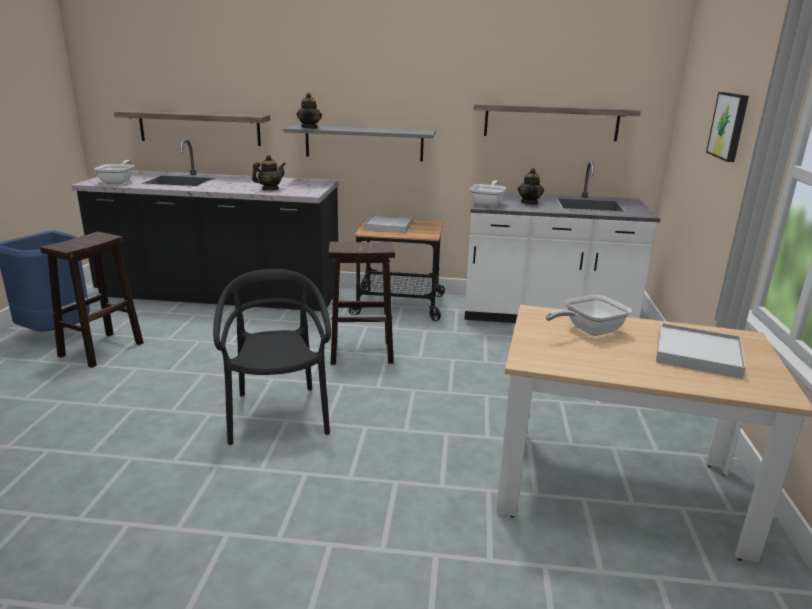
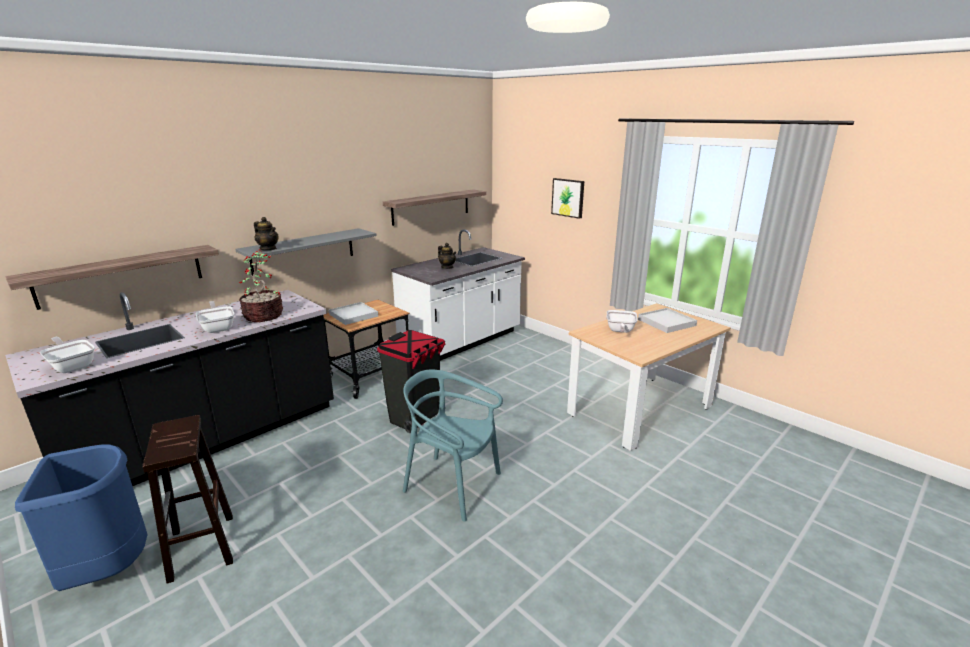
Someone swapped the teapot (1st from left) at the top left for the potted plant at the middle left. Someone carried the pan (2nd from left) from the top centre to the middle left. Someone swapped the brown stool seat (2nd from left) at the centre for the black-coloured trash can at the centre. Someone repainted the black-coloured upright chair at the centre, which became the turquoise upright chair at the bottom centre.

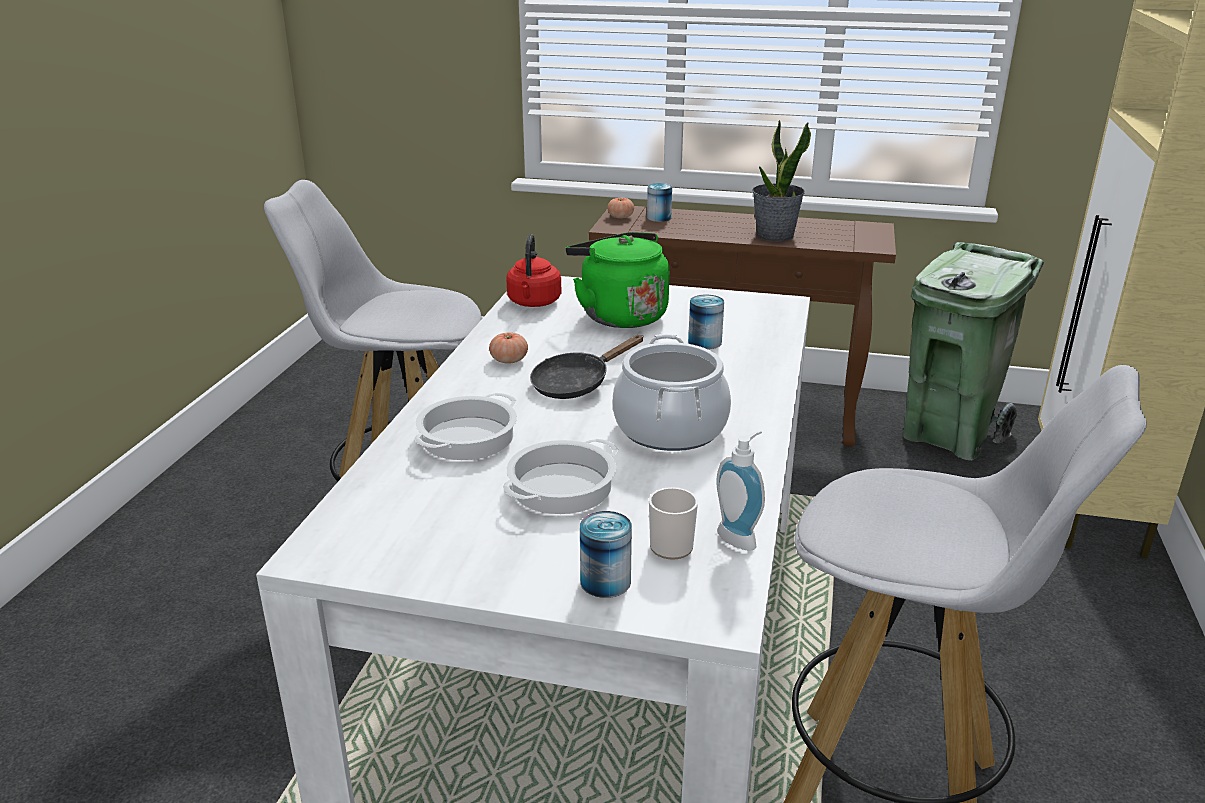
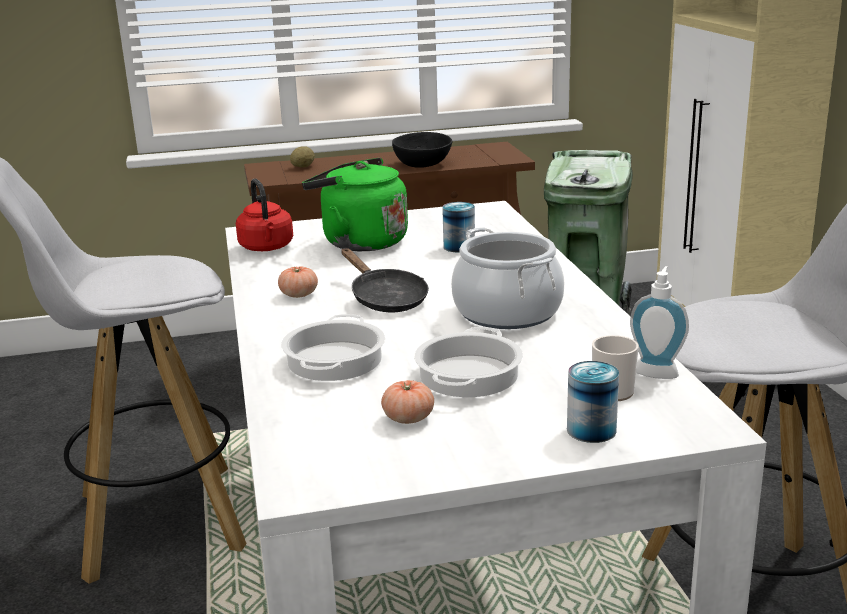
Someone swapped the potted plant at the top centre for the black-coloured bowl at the top centre. Someone swapped the metal can (2nd from left) at the top centre for the potato at the top centre. Someone carried the tomato (2nd from left) from the top centre to the centre. Someone rotated the black-coloured pan at the centre by 60 degrees counterclockwise.

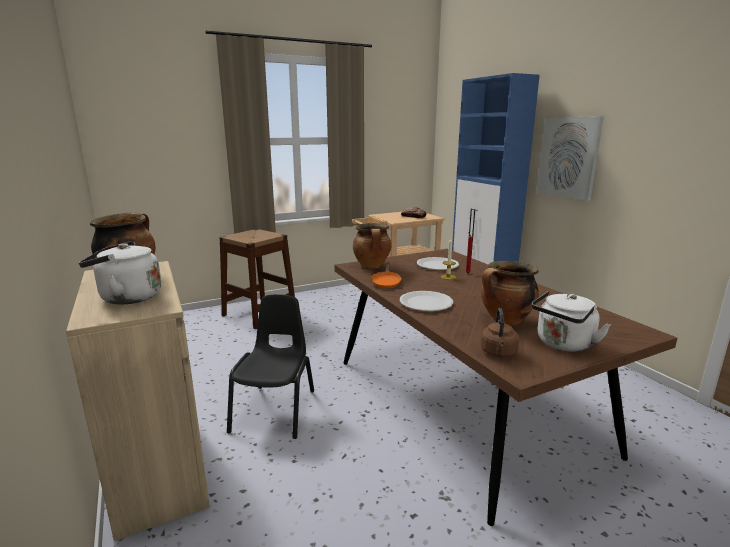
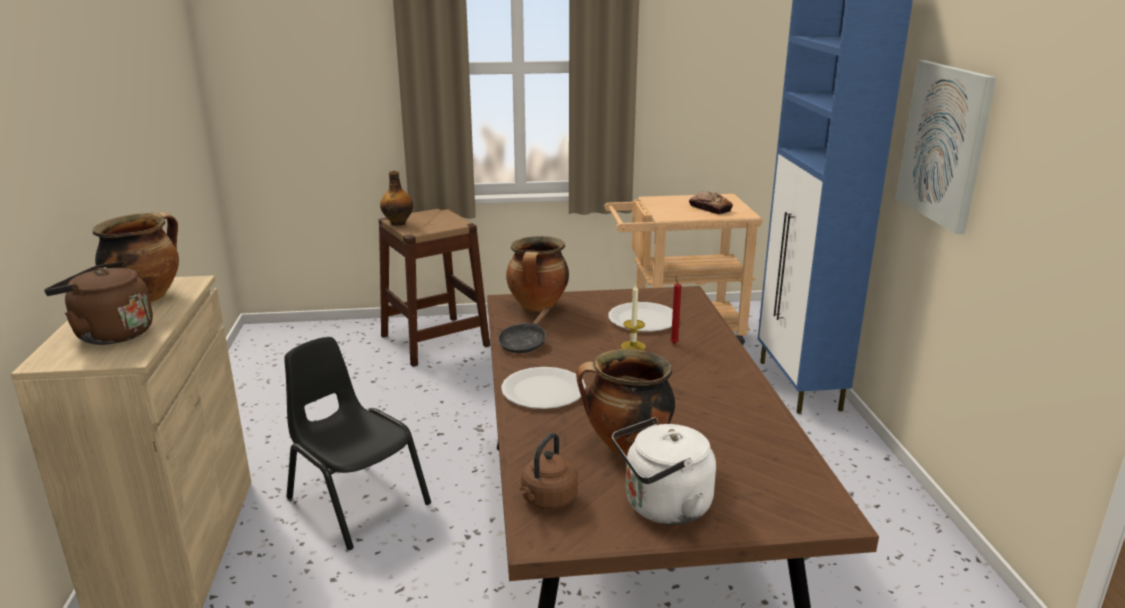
Someone repainted the whitish water kettle (1st from left) at the middle left, which became the brown water kettle (1st from left) at the middle left. Someone repainted the orange pan at the centre, which became the black-coloured pan at the centre. Someone rotated the black-coloured upright chair at the bottom centre by 75 degrees counterclockwise. Someone put down the bottle at the top centre.

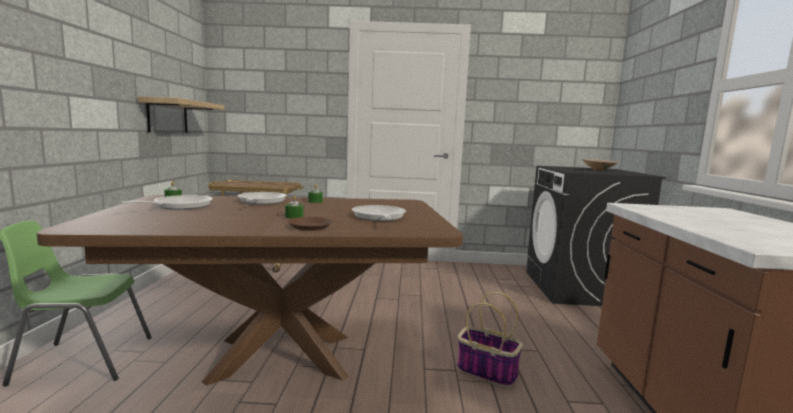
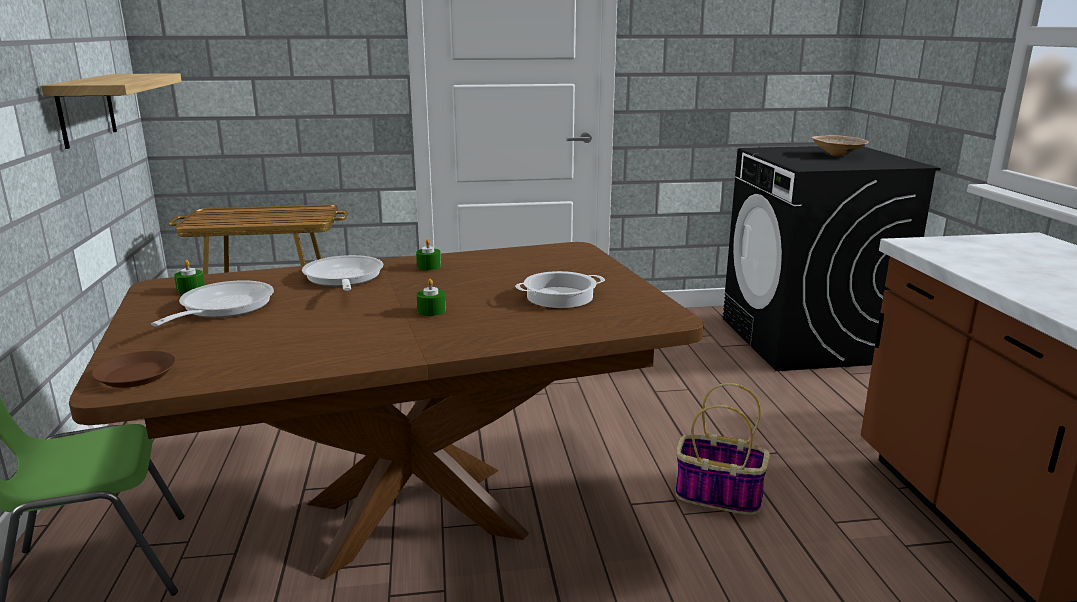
Someone swapped the pan (3rd from left) at the centre for the saucepot at the centre. Someone carried the brown dinner plate from the centre to the middle left.

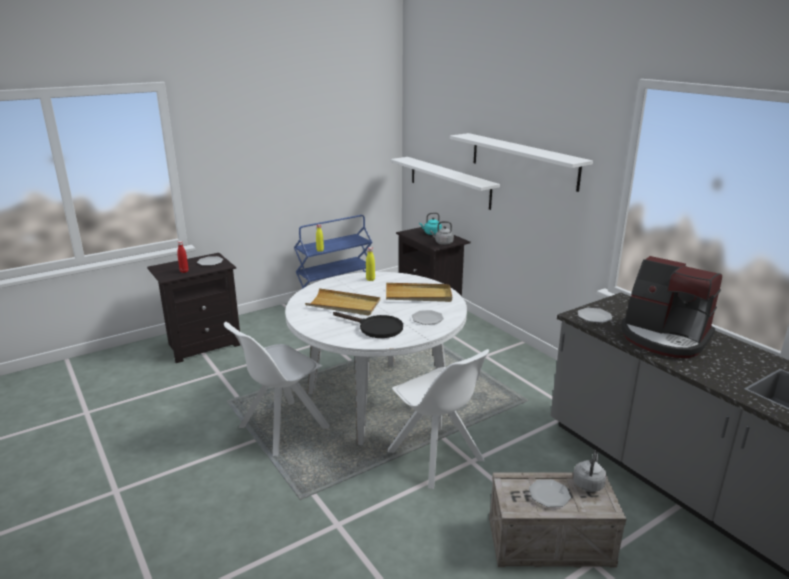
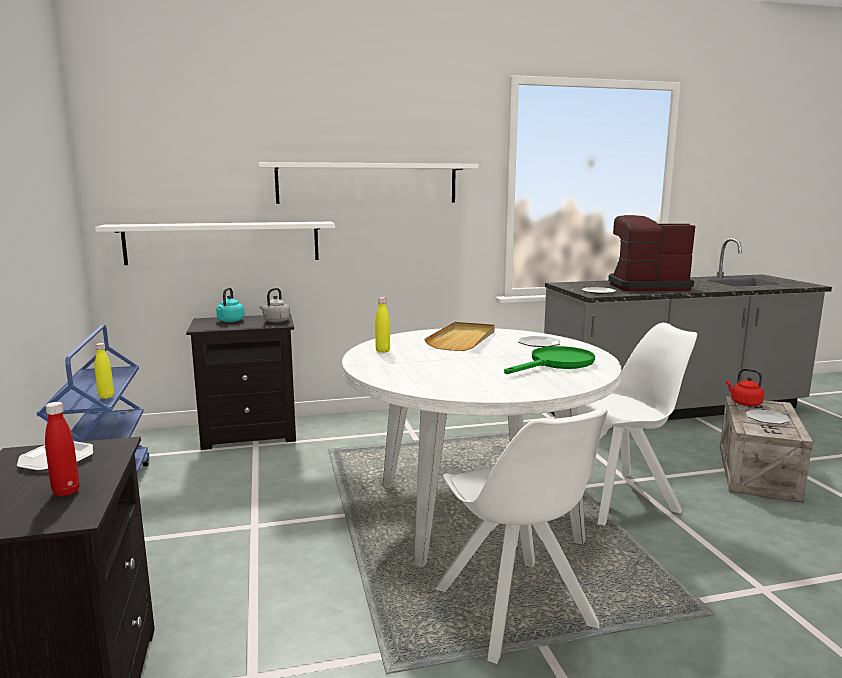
Someone rotated the coffee maker at the middle right by 150 degrees counterclockwise. Someone took away the beige serving tray (1st from left) at the centre. Someone repainted the black-coloured pan at the centre, which became the green pan at the centre. Someone repainted the greyish water kettle (2nd from left) at the bottom right, which became the red water kettle at the middle right.

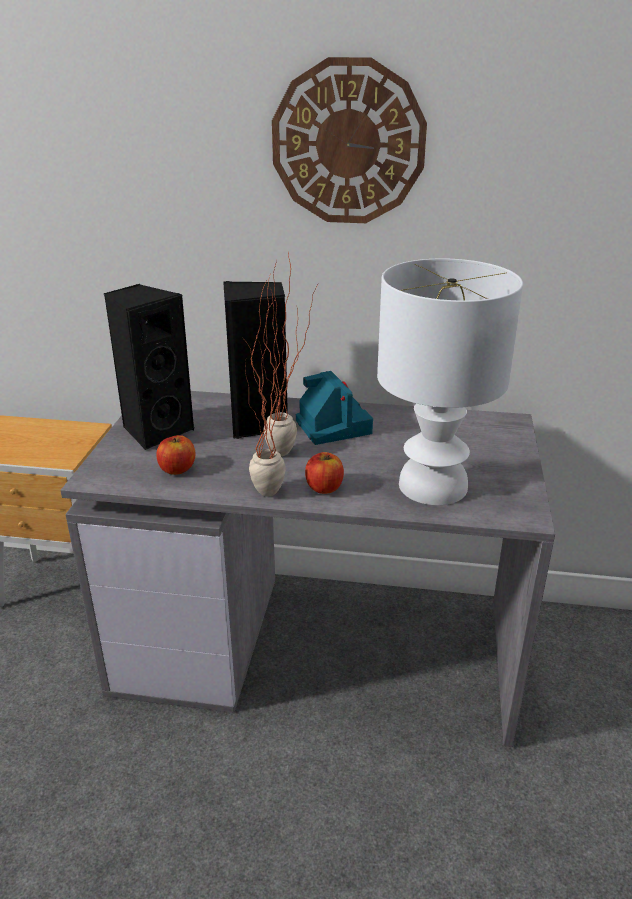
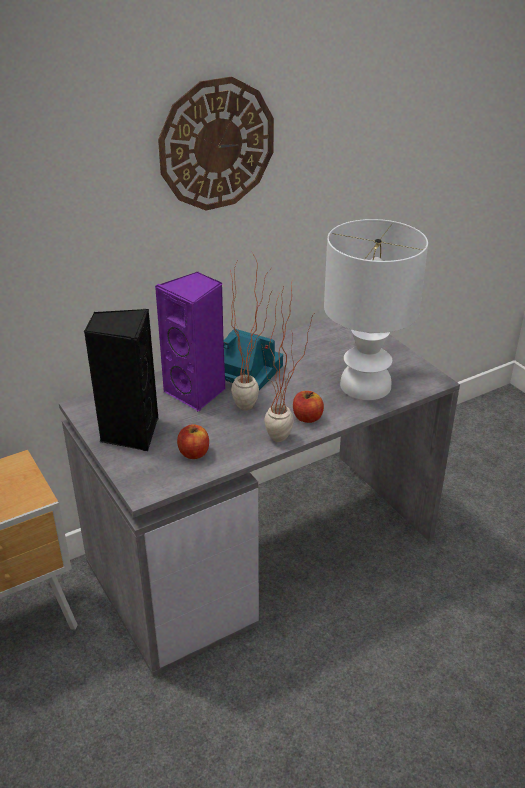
Someone repainted the black-coloured audio speaker (2nd from left) at the centre, which became the purplish audio speaker at the centre.

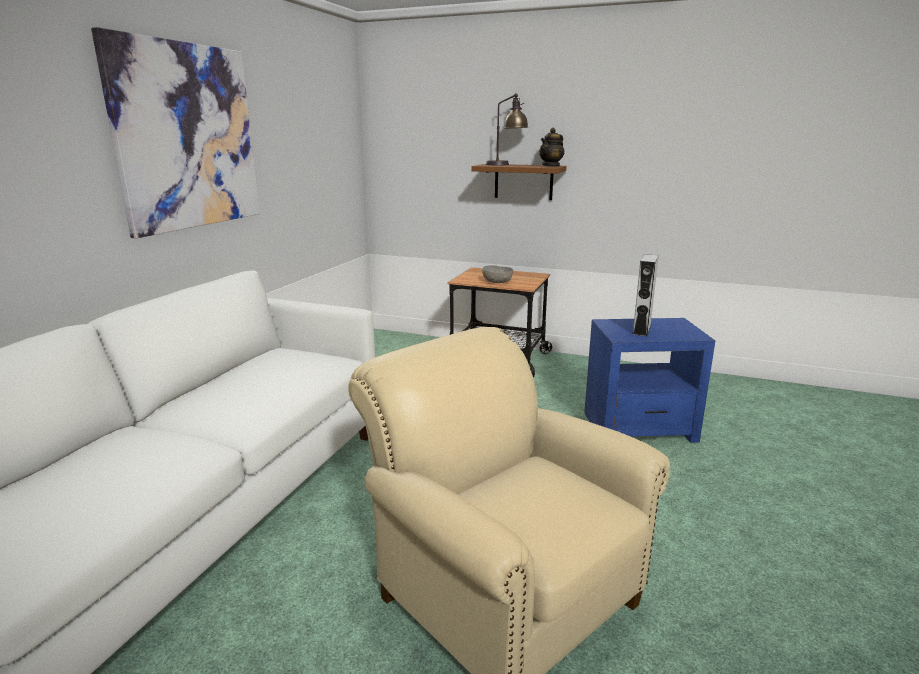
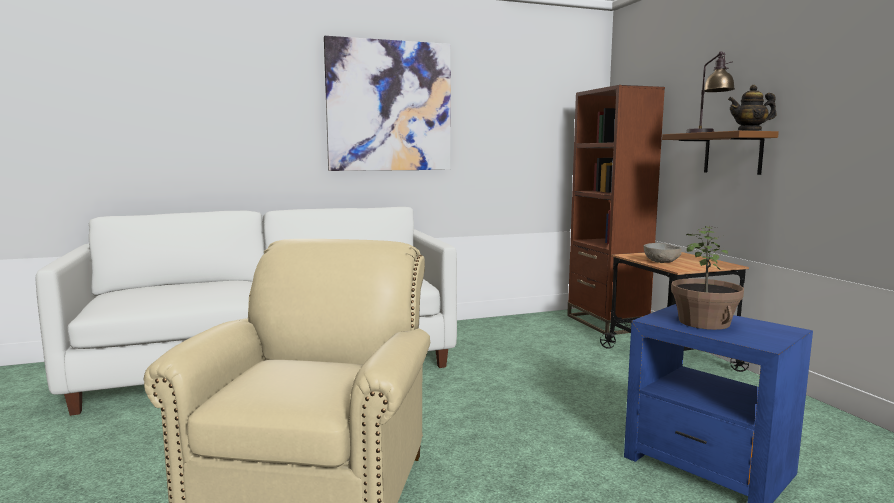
Someone swapped the greyish audio speaker at the middle right for the potted plant at the middle right. Someone put down the brown bookcase at the middle right.

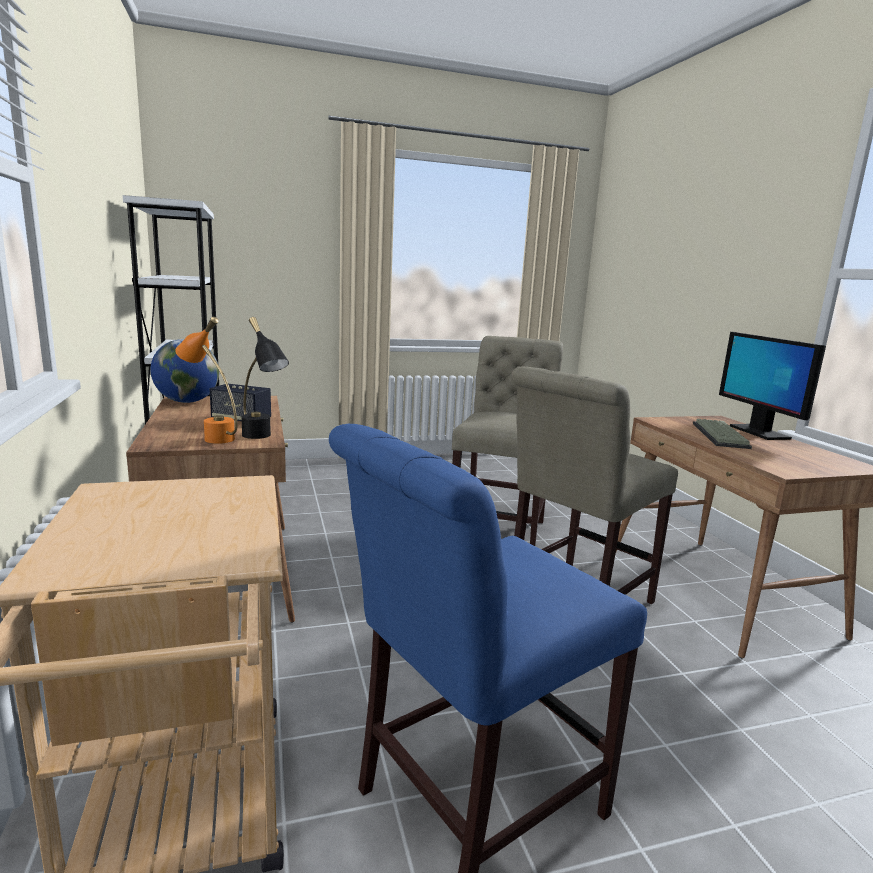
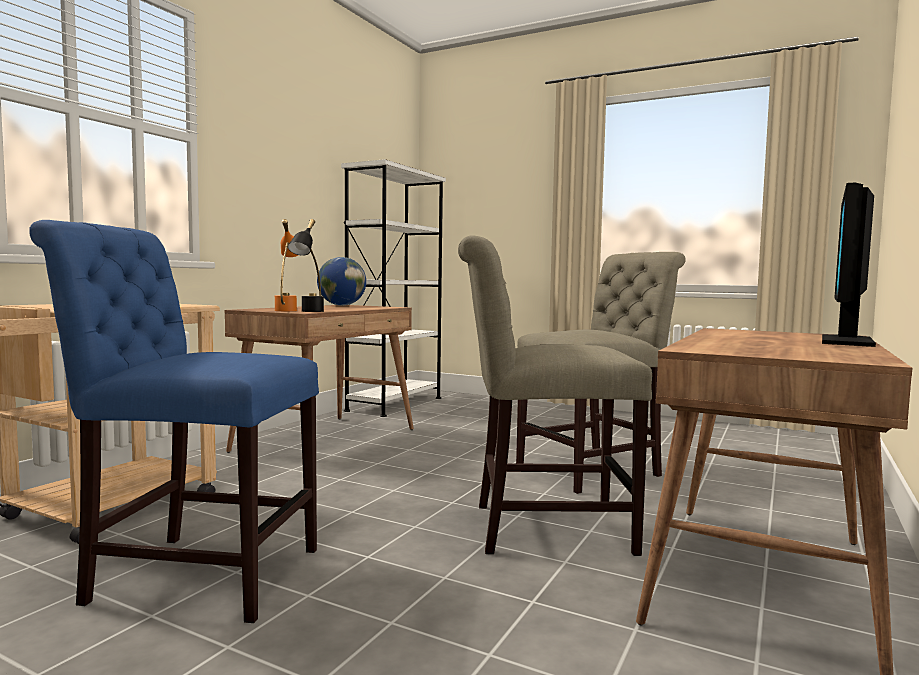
Someone took away the audio speaker at the middle left. Someone took away the computer keyboard at the middle right.

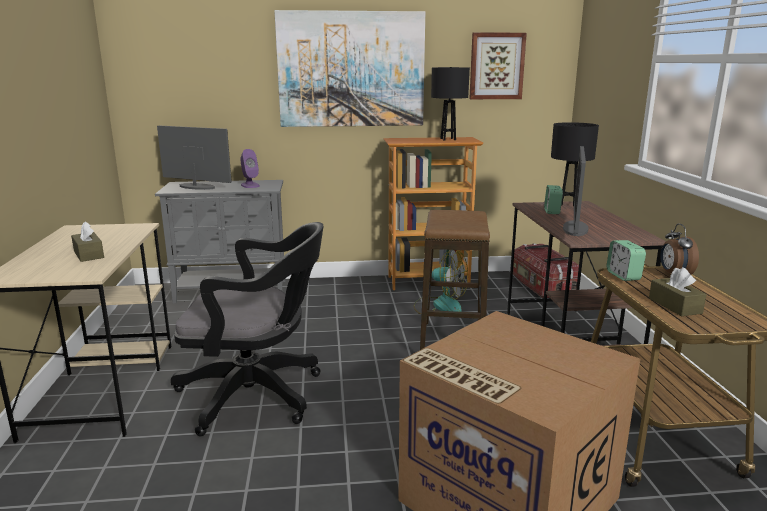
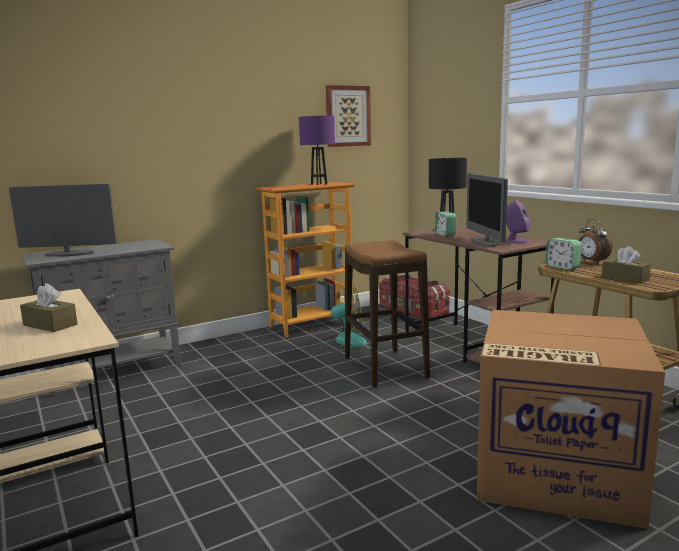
Someone took away the picture (1st from left) at the top centre. Someone repainted the black-coloured table lamp (1st from left) at the top centre, which became the purplish table lamp at the top centre. Someone carried the purplish audio speaker from the top left to the middle right. Someone took away the black-coloured desk chair at the middle left.

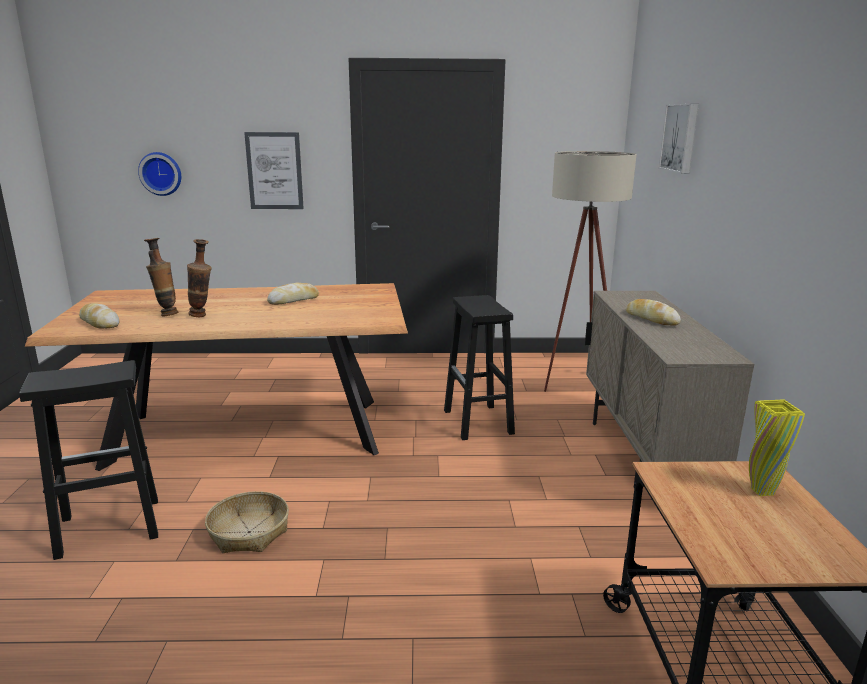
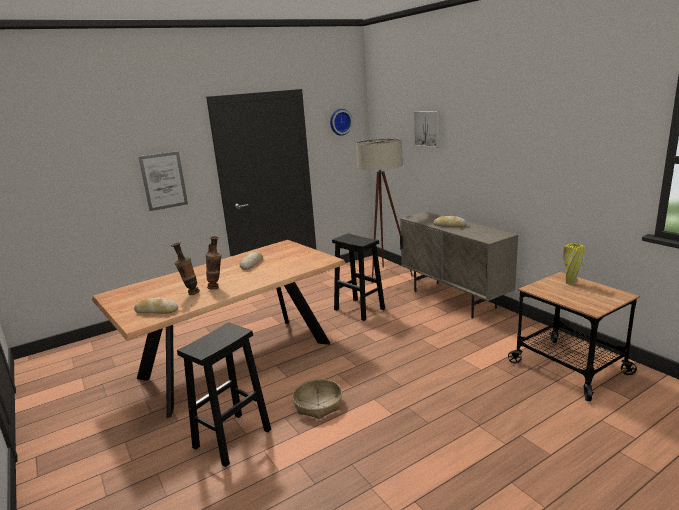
Someone carried the hanging clock from the top left to the top centre.

